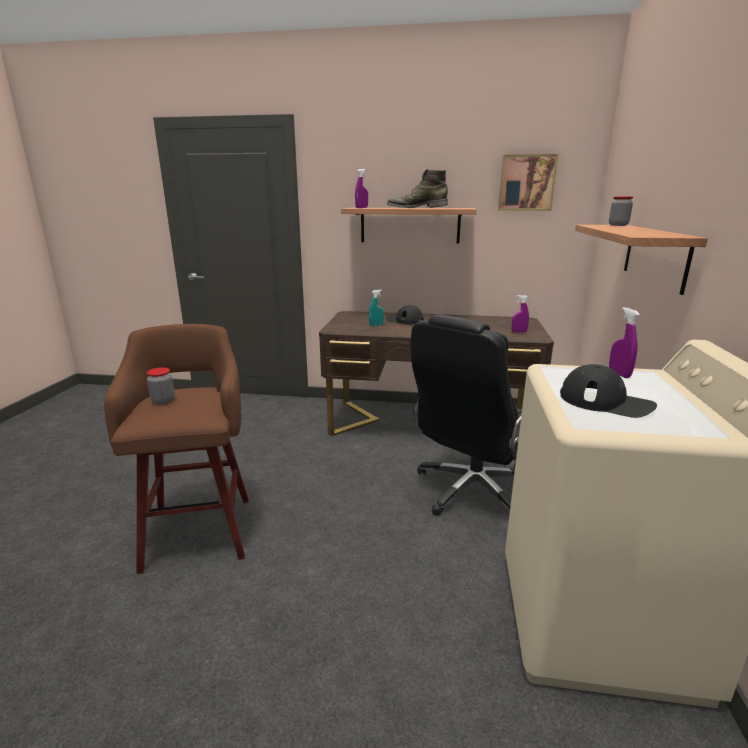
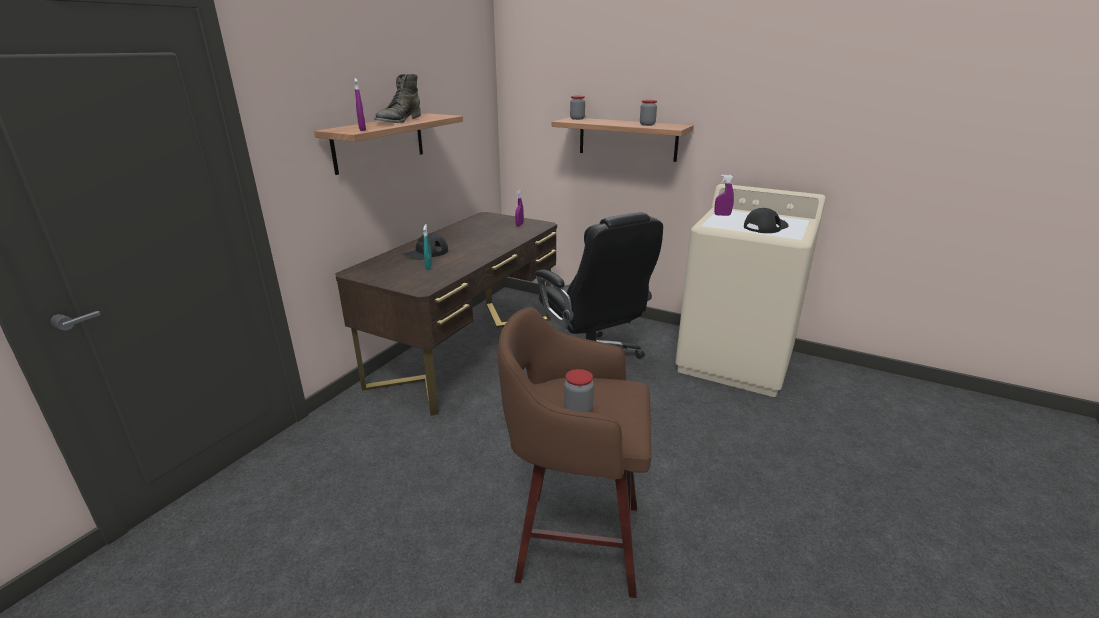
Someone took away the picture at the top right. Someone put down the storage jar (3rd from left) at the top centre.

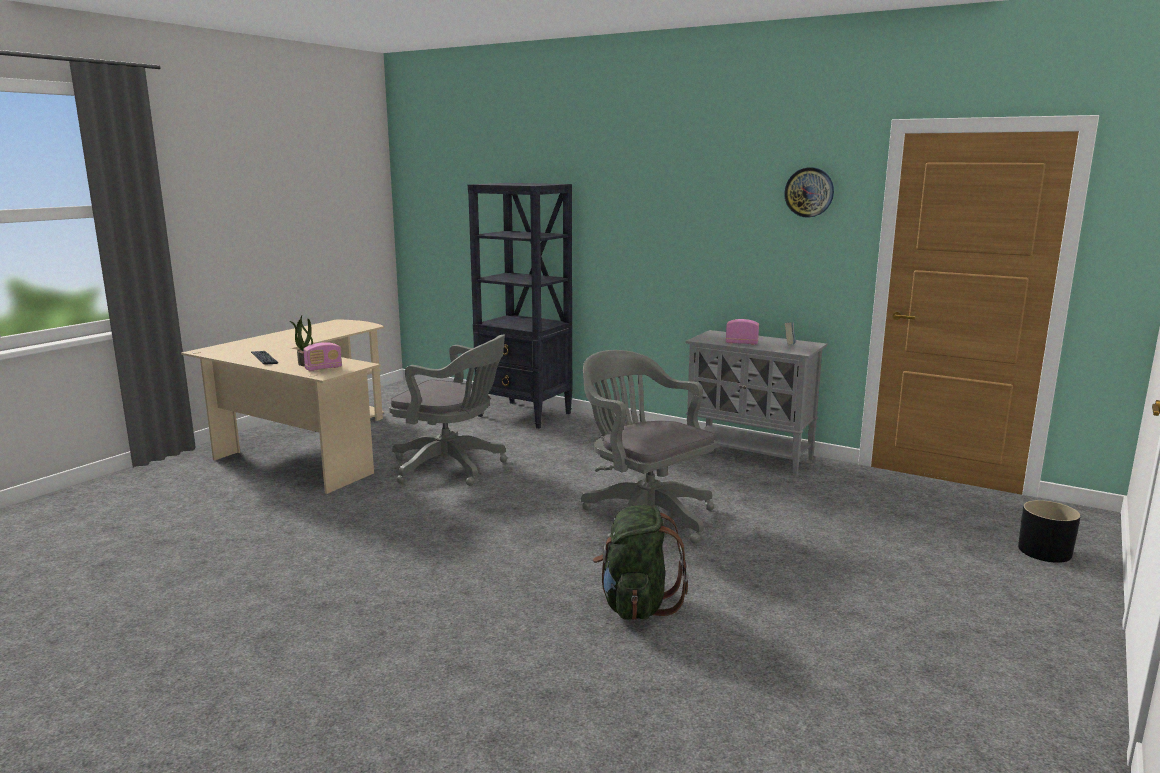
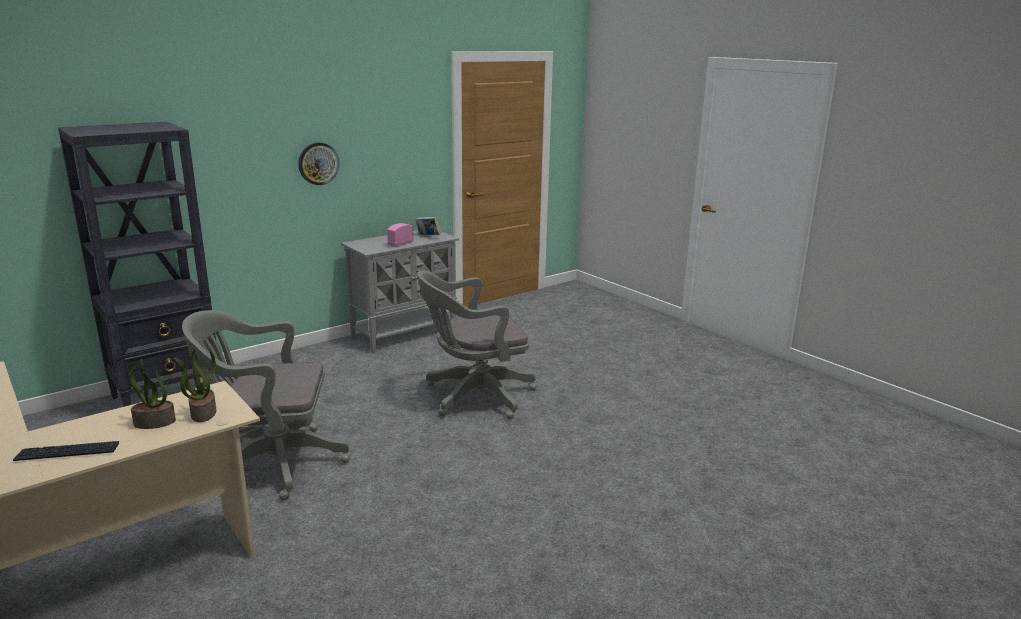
Someone carried the hanging clock from the top right to the top left. Someone rotated the greyish desk chair (1st from left) at the centre by 135 degrees counterclockwise. Someone swapped the radio (1st from left) at the middle left for the potted plant (2nd from left) at the middle left. Someone took away the black-coloured plant pot at the bottom right. Someone took away the green backpack at the bottom centre.

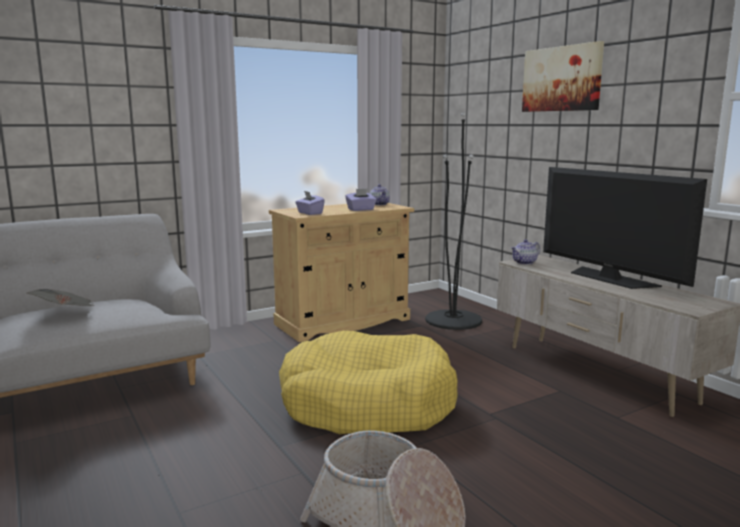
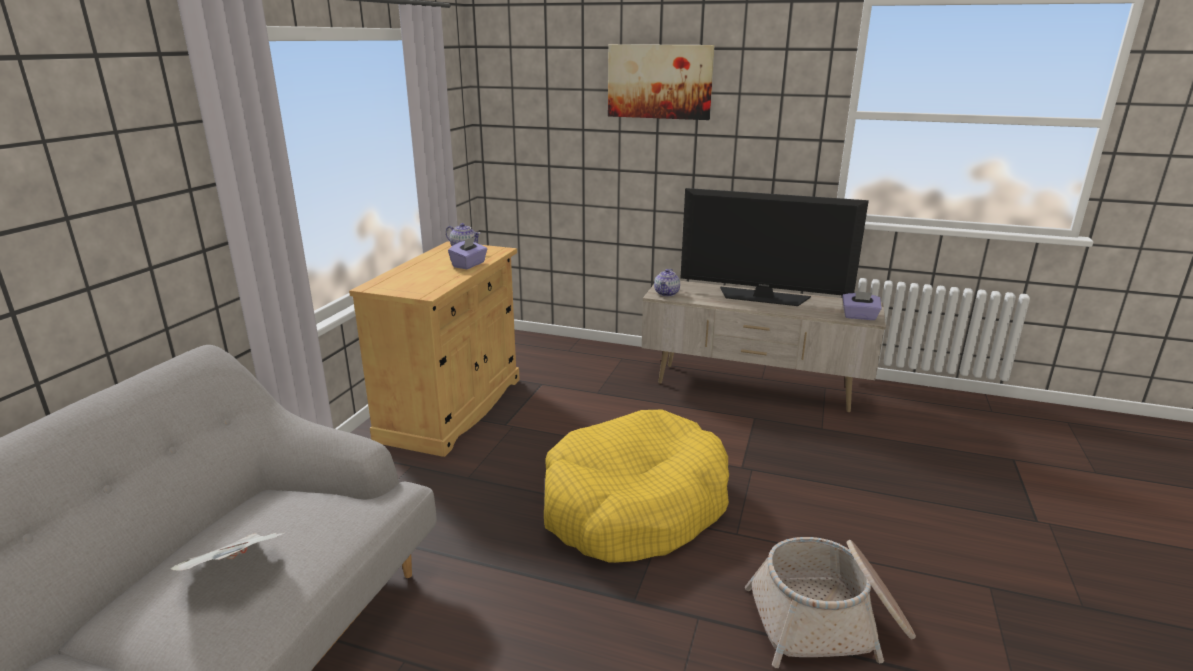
Someone took away the black-coloured standard lamp at the centre. Someone carried the purplish tissue box (1st from left in the first image) from the centre to the middle right.

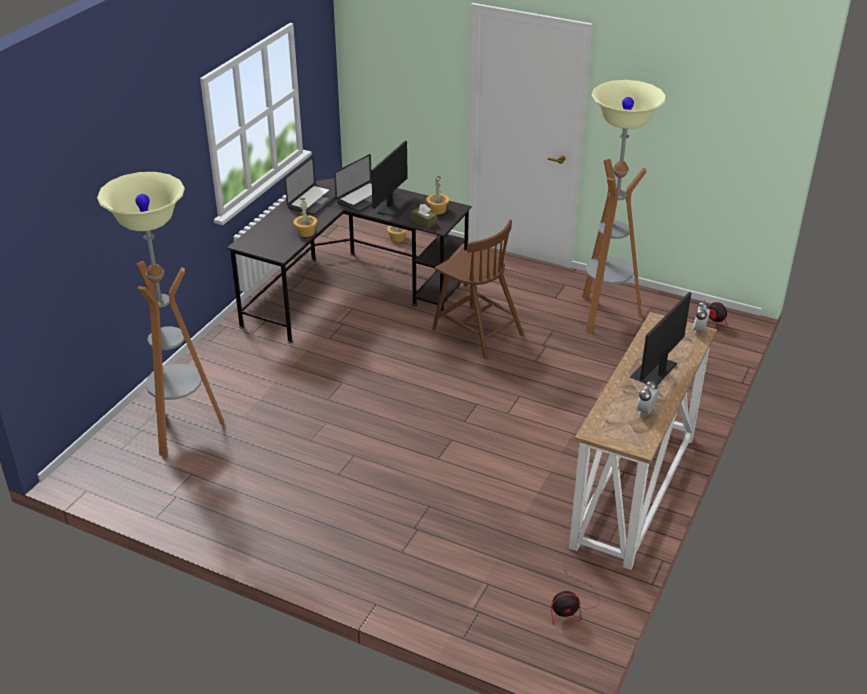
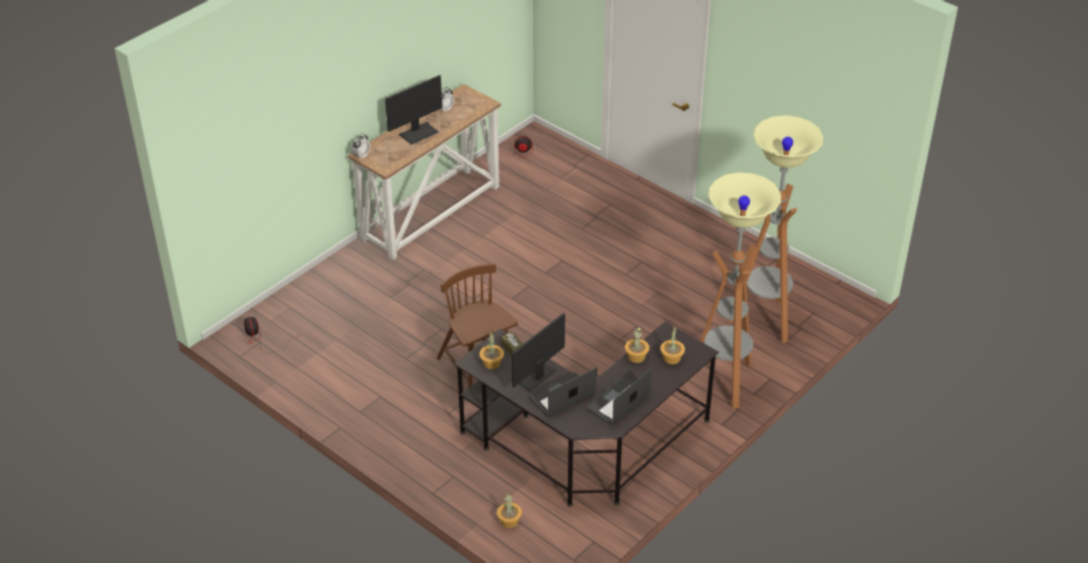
Someone carried the standard lamp (2nd from left in the first image) from the top right to the middle right. Someone put down the potted plant (4th from left) at the centre.

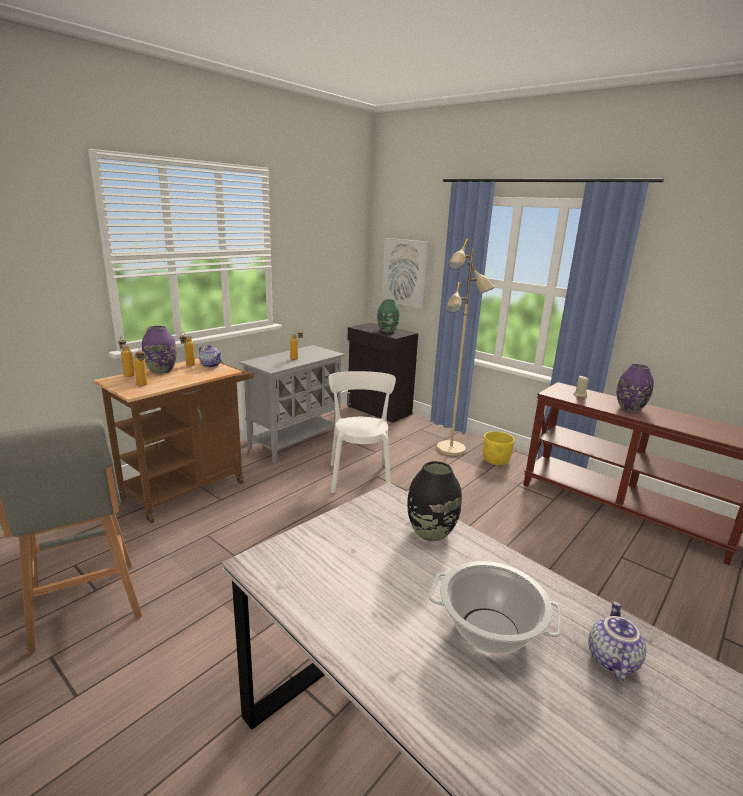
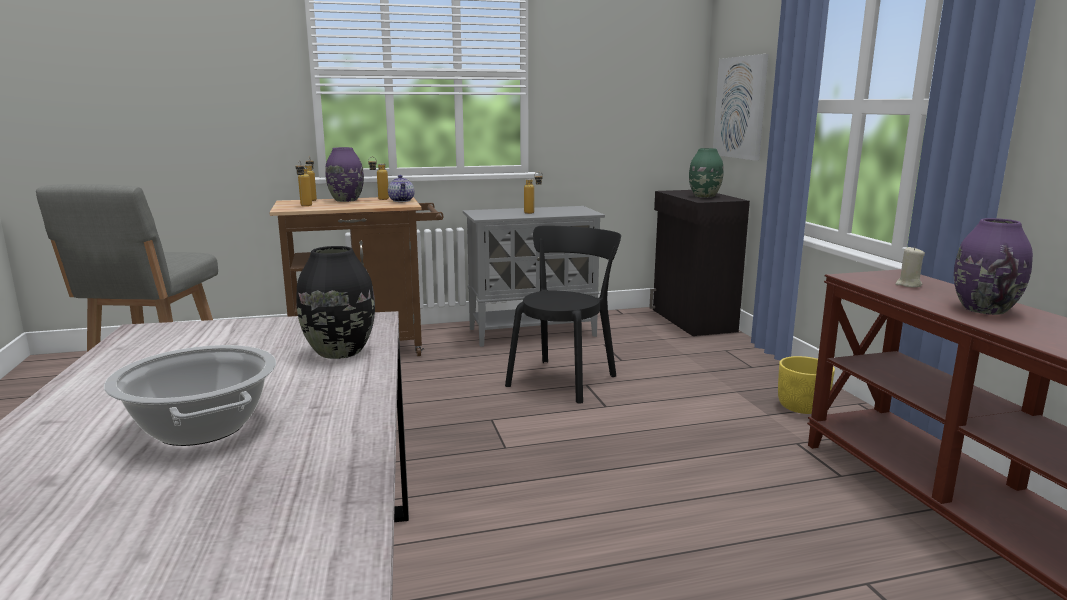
Someone took away the beige standard lamp at the centre. Someone repainted the whitish upright chair at the centre, which became the black-coloured upright chair at the centre. Someone took away the teapot (2nd from left) at the bottom right.

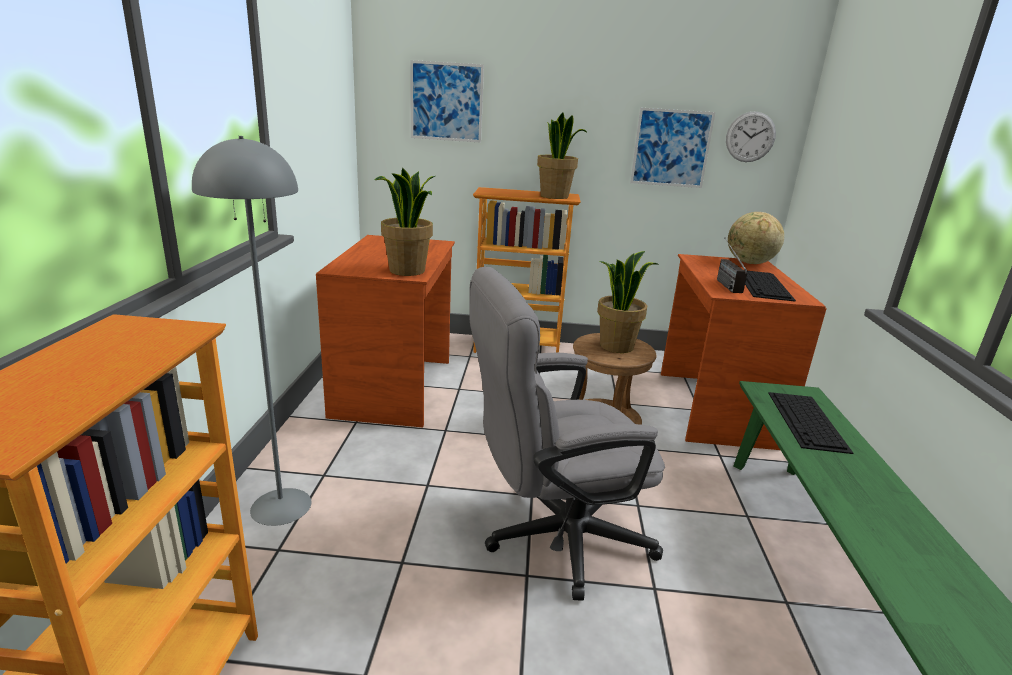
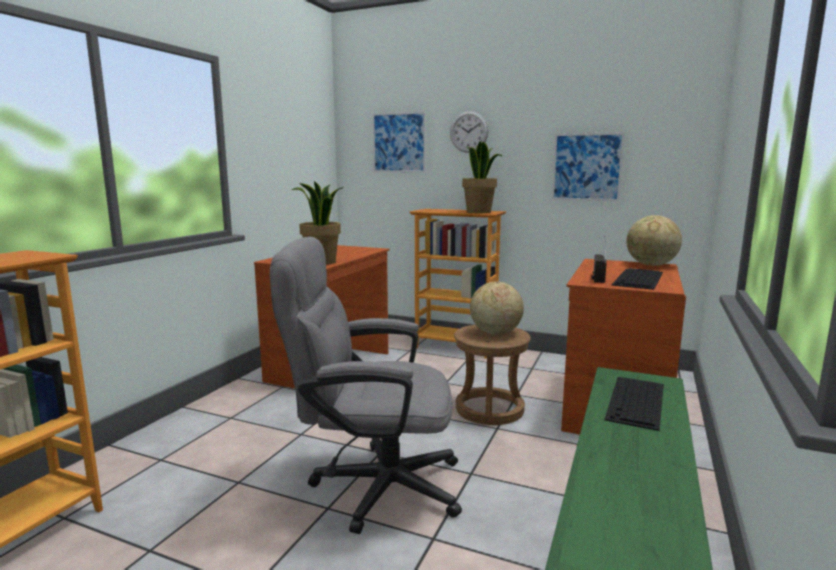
Someone carried the hanging clock from the top right to the top centre. Someone took away the greyish standard lamp at the middle left. Someone swapped the potted plant (3rd from left) at the centre for the desk globe (1st from left) at the centre.

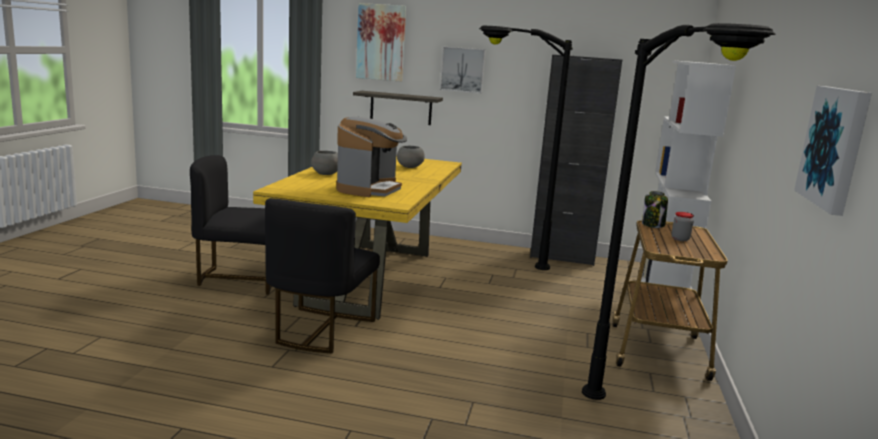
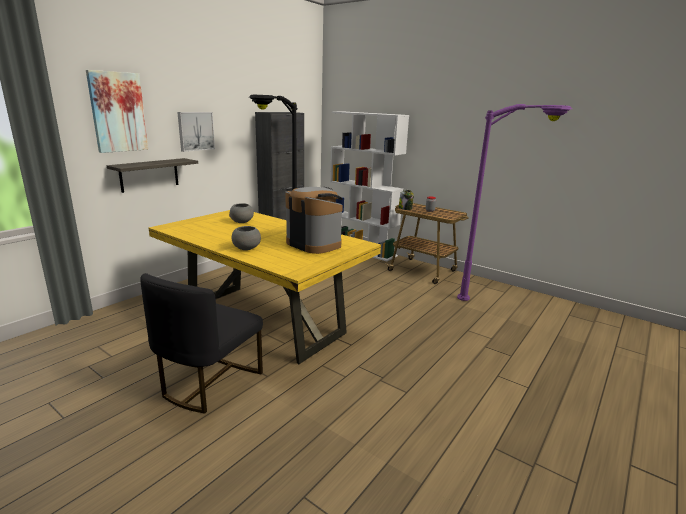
Someone repainted the black-coloured standard lamp (2nd from left) at the middle right, which became the purplish standard lamp at the middle right. Someone took away the picture (3rd from left) at the middle right. Someone took away the black-coloured upright chair (2nd from left) at the centre.

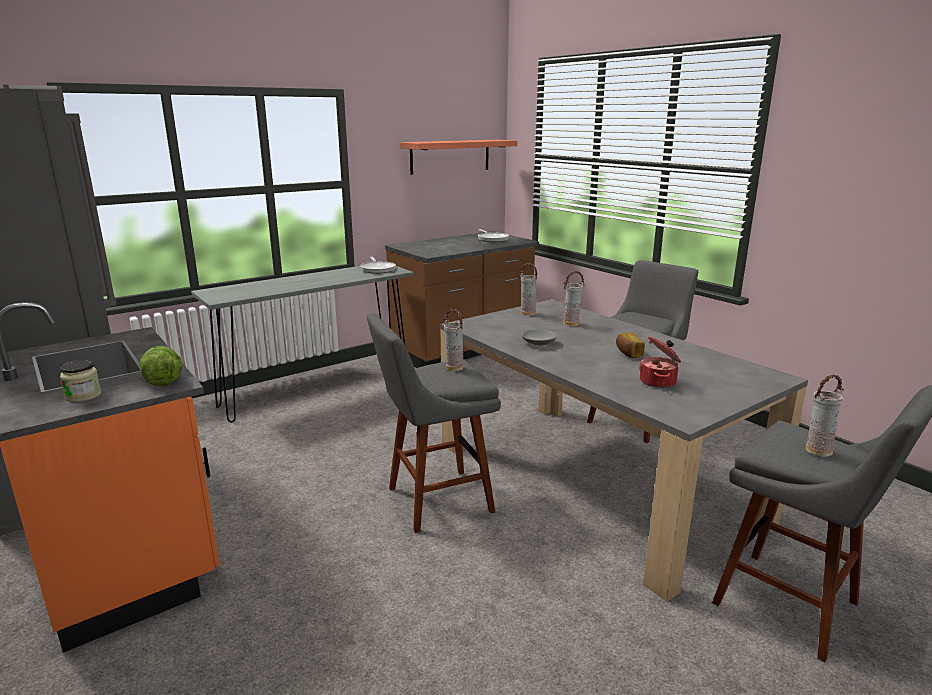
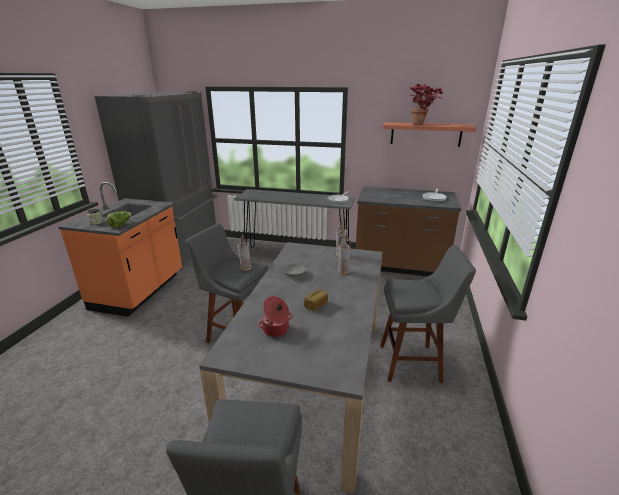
Someone took away the flower vase (4th from left) at the middle right. Someone put down the potted plant at the top right.

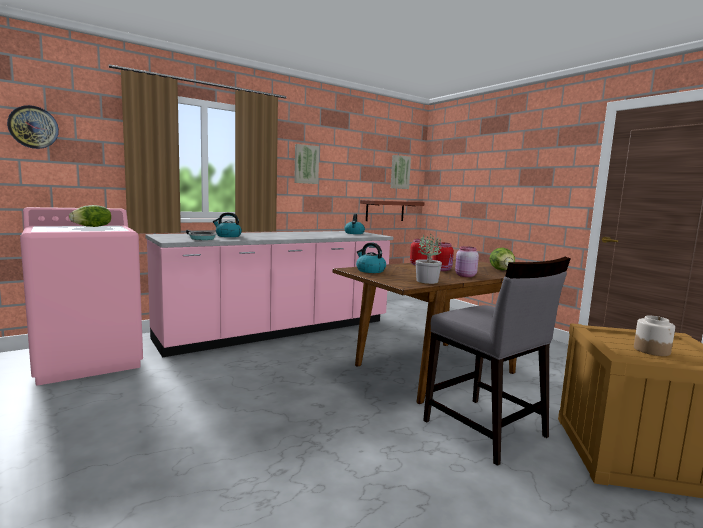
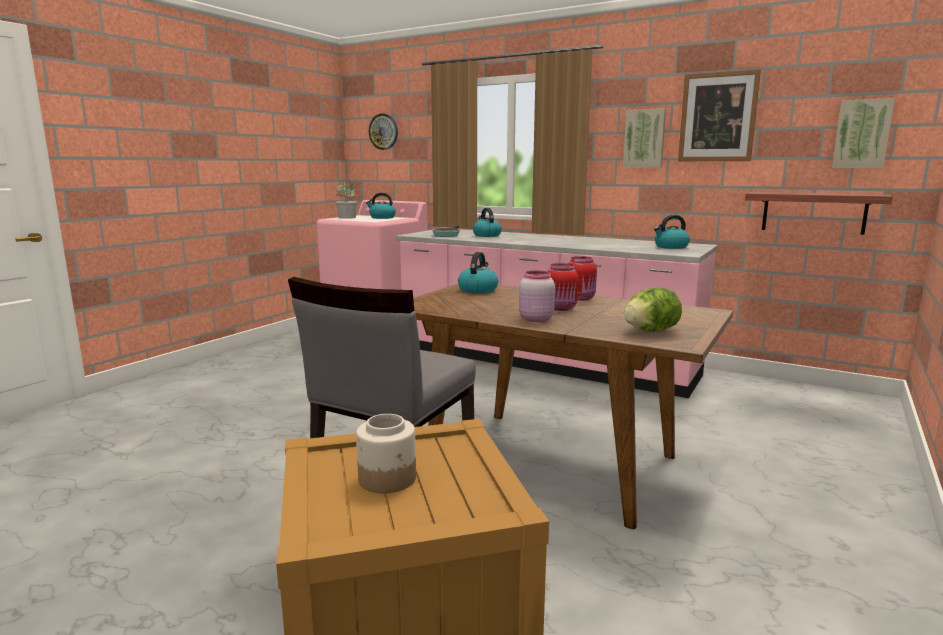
Someone swapped the lettuce head (1st from left) at the middle left for the water kettle (1st from left) at the top centre. Someone carried the potted plant from the centre to the top centre. Someone put up the picture (2nd from left) at the top right.

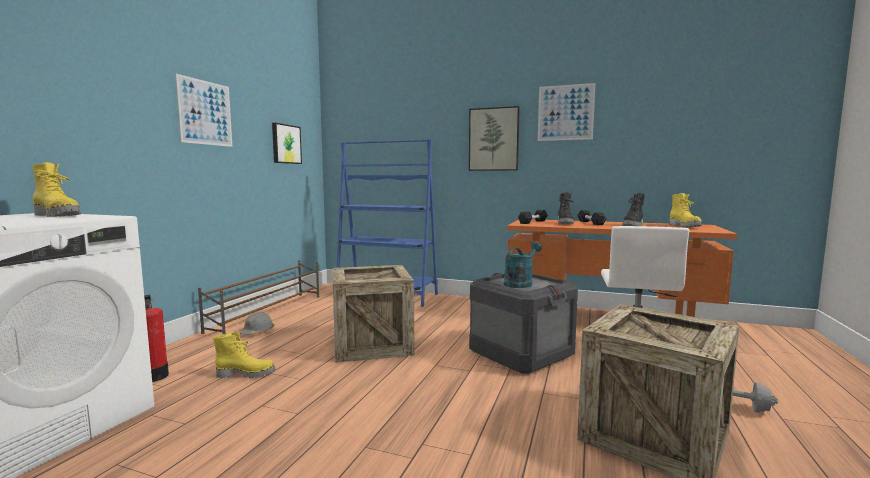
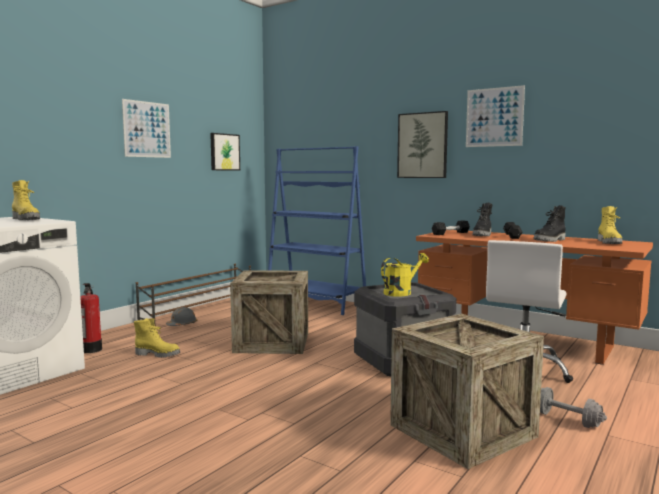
Someone repainted the turquoise watering can at the centre, which became the yellow watering can at the centre.

